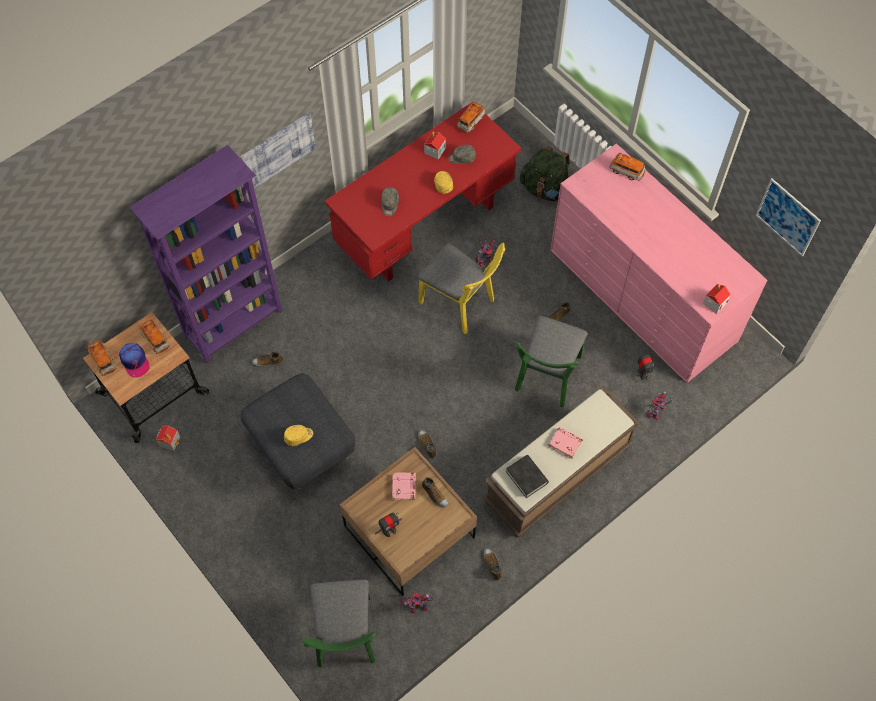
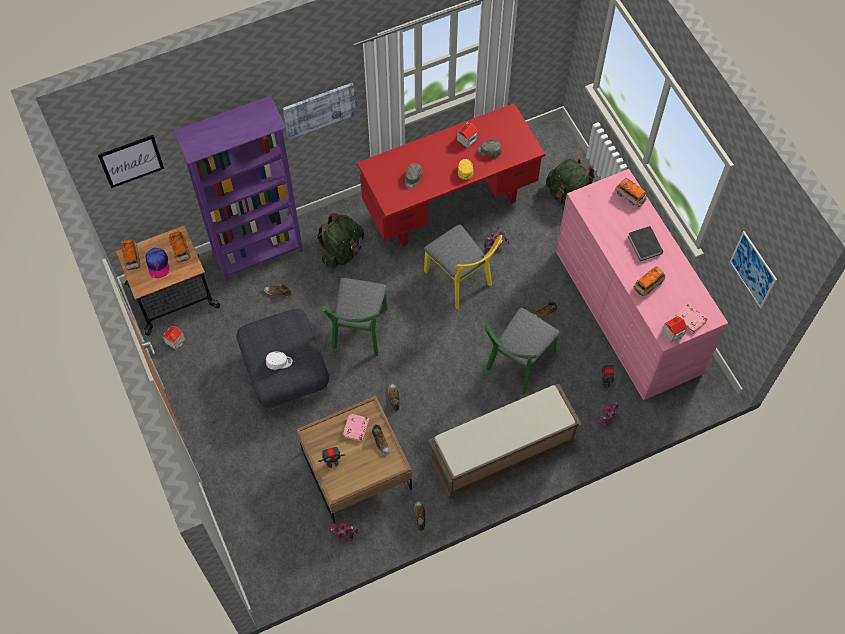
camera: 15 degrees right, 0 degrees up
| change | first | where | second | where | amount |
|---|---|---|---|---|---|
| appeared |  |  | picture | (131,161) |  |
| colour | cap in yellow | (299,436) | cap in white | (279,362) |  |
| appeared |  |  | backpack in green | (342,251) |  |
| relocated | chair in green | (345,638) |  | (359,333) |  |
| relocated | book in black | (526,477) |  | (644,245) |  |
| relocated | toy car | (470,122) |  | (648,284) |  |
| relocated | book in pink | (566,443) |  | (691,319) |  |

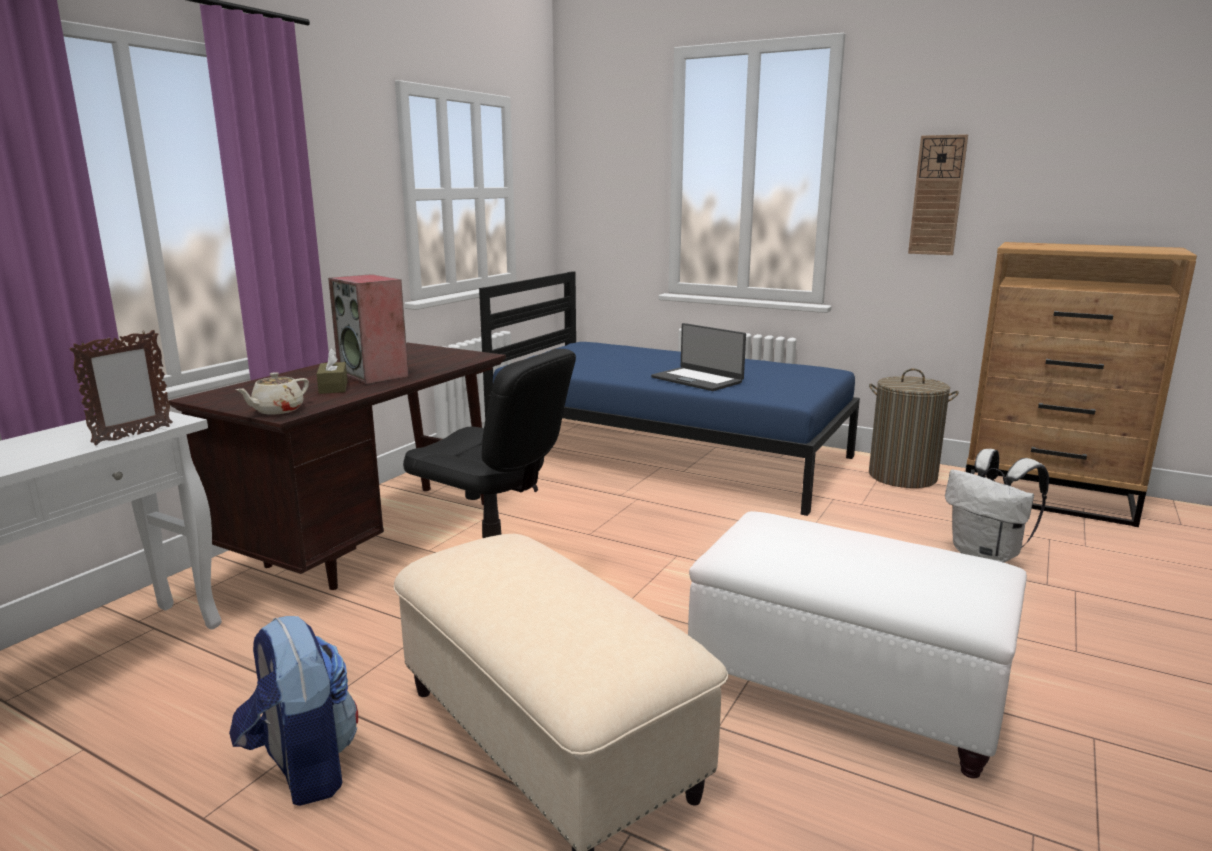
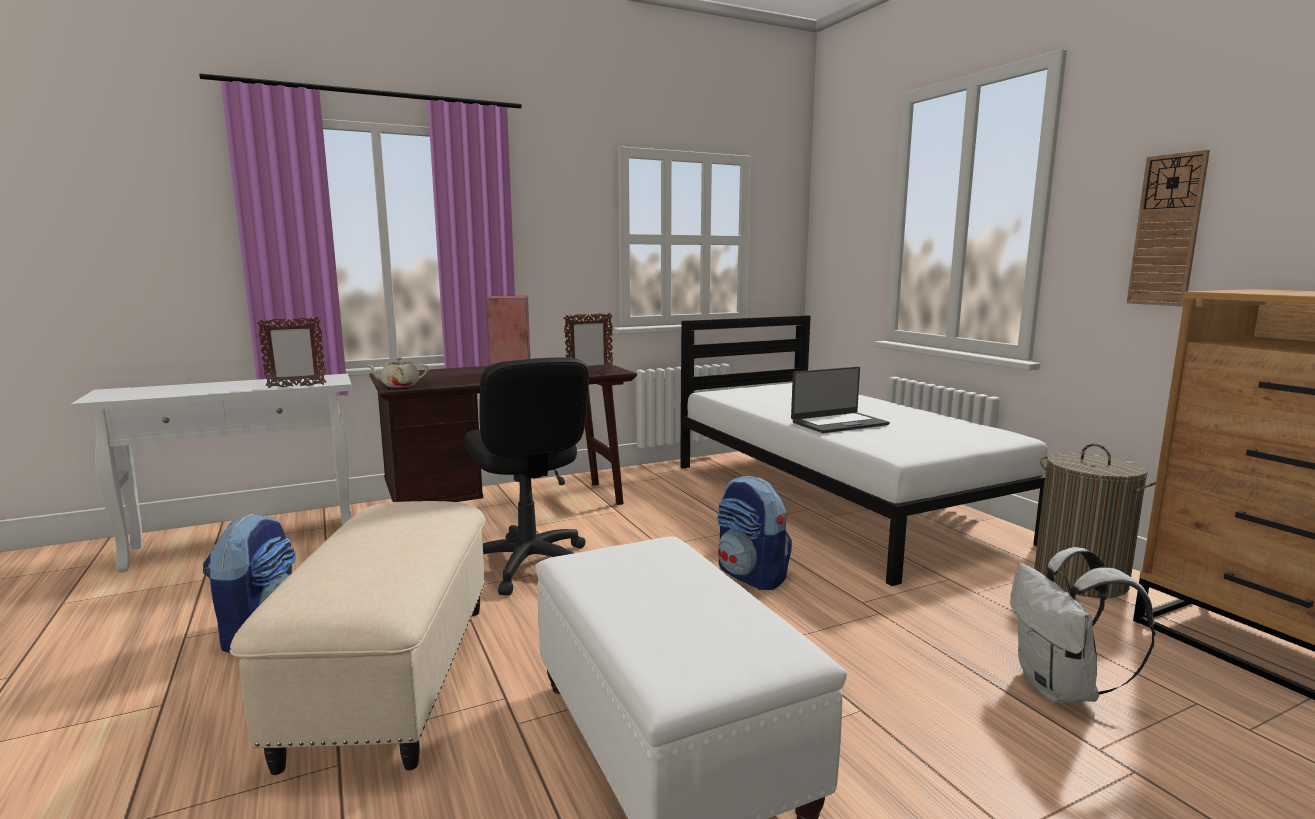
camera: 35 degrees right, 5 degrees down
| change | first | where | second | where | amount |
|---|---|---|---|---|---|
| appeared |  |  | picture frame | (589,374) |  |
| colour | bed in blue | (669,454) | bed in white | (835,500) |  |
| appeared |  |  | backpack | (751,576) |  |
| spun | laptop | (697,380) |  | (838,423) | 105 degrees counterclockwise |
| missing | tissue box in brown | (333,387) |  |  |  |

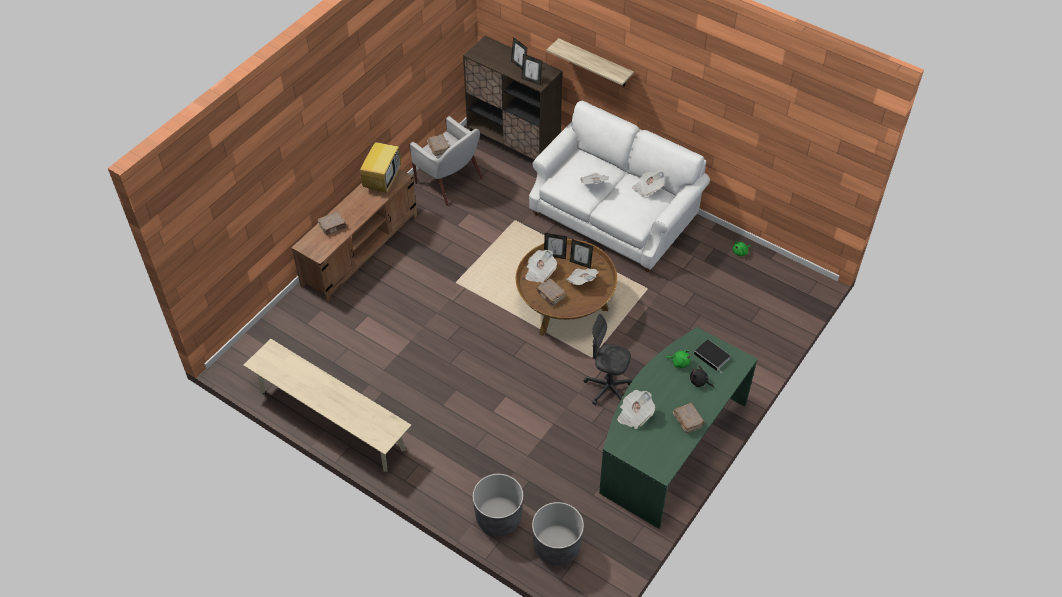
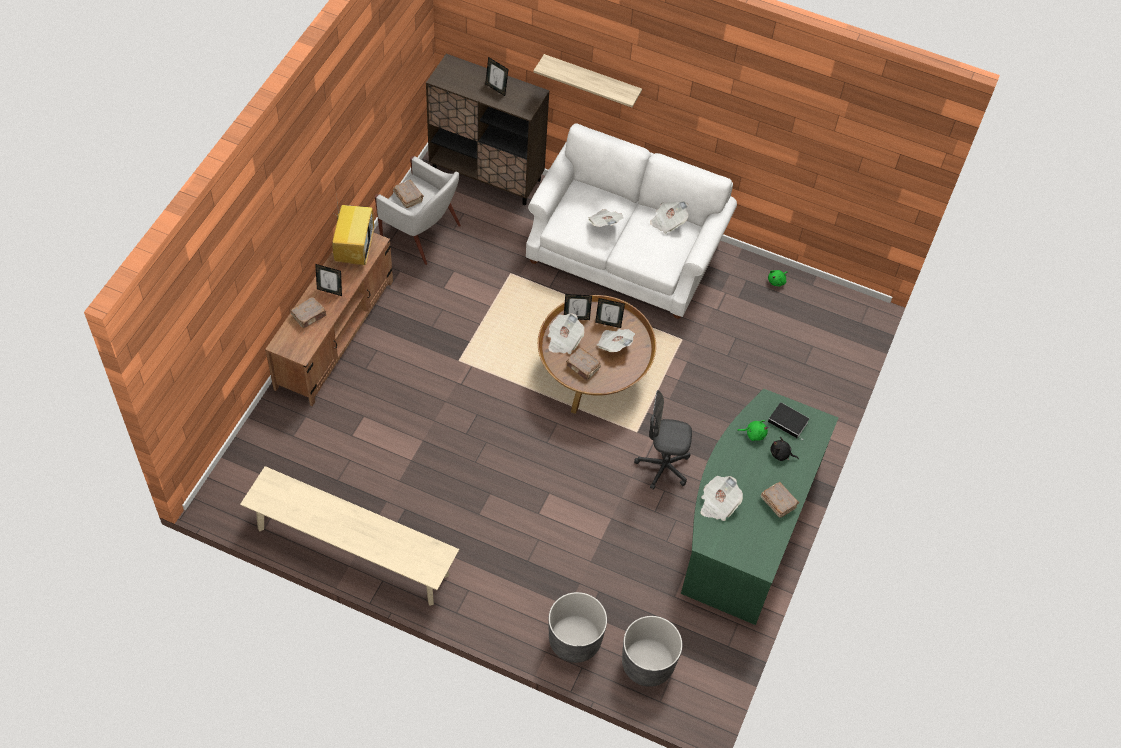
camera: 15 degrees left, 5 degrees up
| change | first | where | second | where | amount |
|---|---|---|---|---|---|
| relocated | picture frame | (531,80) |  | (330,291) |  |

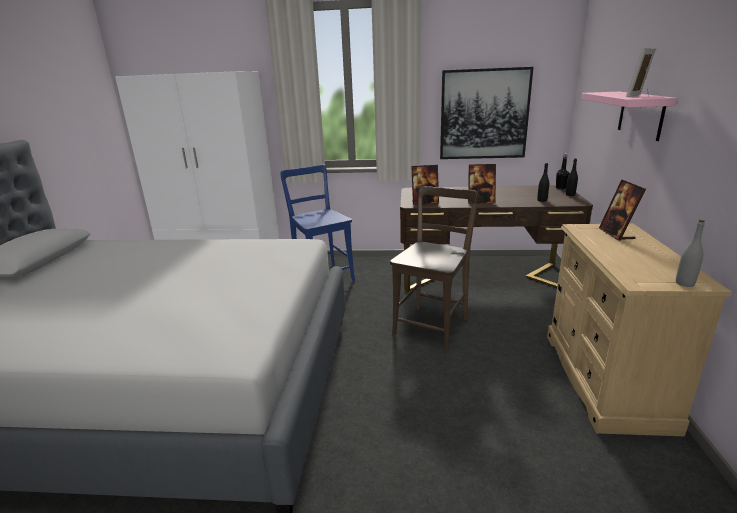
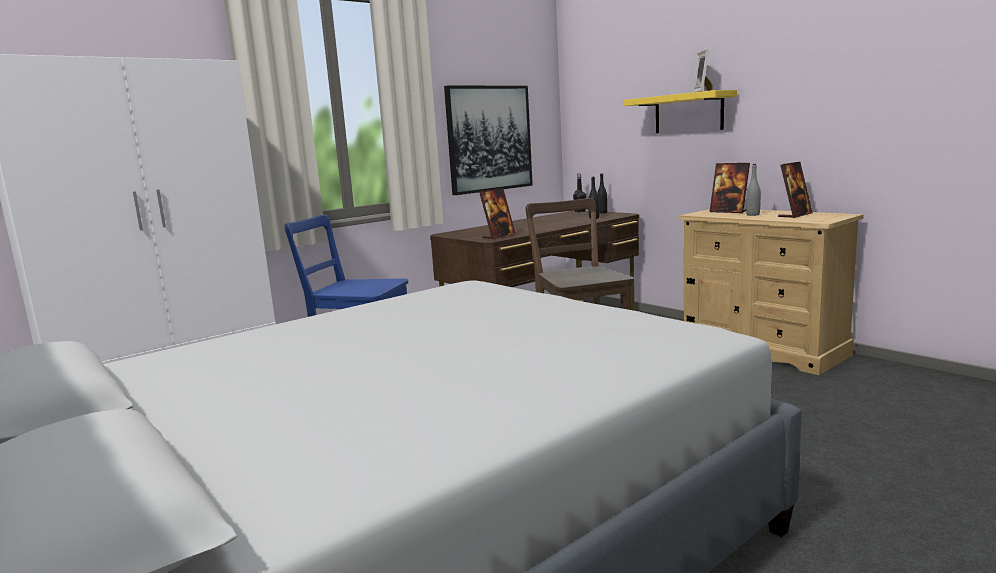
camera: 45 degrees left, 10 degrees down
| change | first | where | second | where | amount |
|---|---|---|---|---|---|
| colour | shelf in pink | (641,114) | shelf in yellow | (688,113) |  |
| relocated | bottle in grey | (684,283) |  | (753,215) |  |
| relocated | picture frame | (480,202) |  | (795,215) |  |

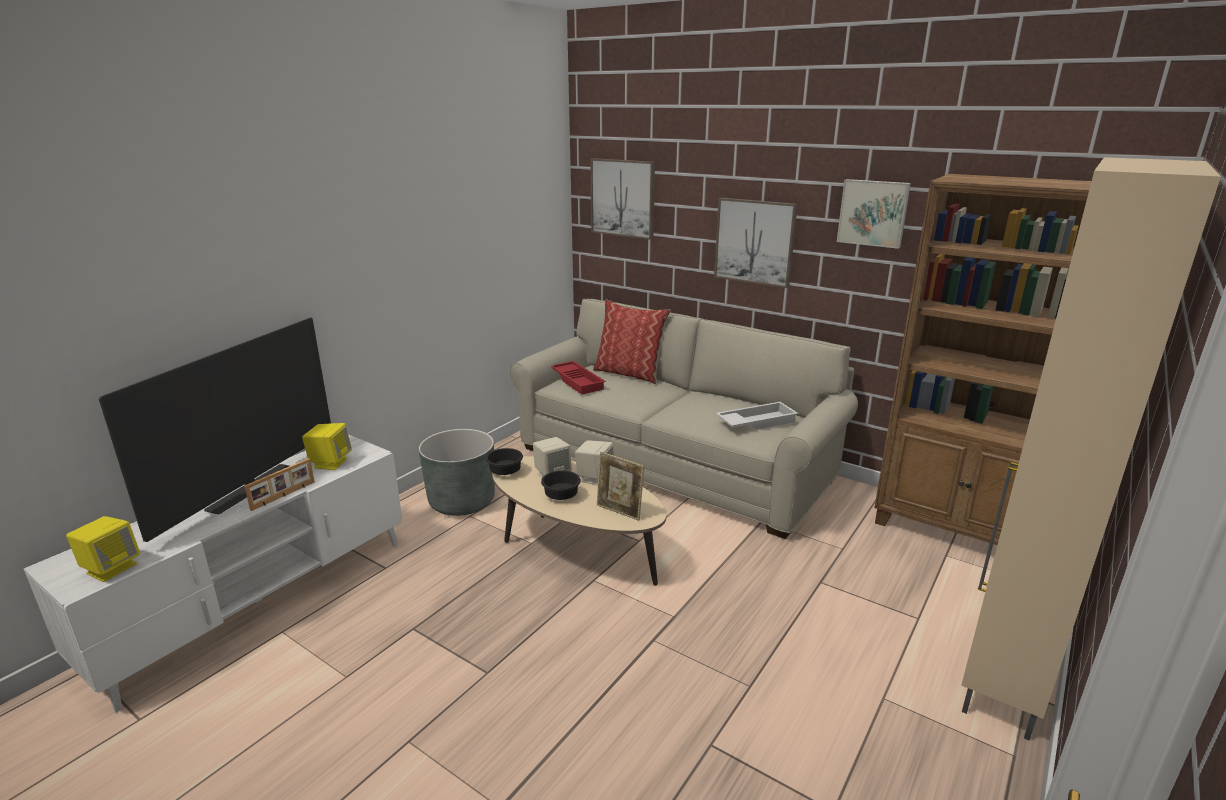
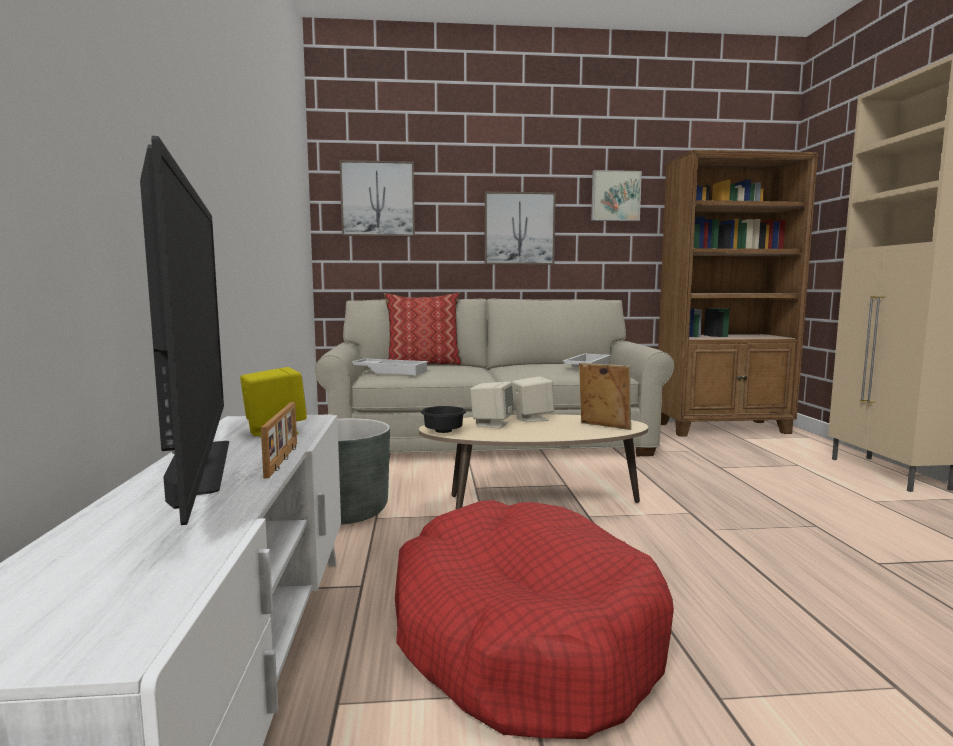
camera: 40 degrees left, 15 degrees down
| change | first | where | second | where | amount |
|---|---|---|---|---|---|
| colour | tray in red | (578,381) | tray in white | (390,371) |  |
| appeared |  |  | dog bed in red | (522,637) |  |
| spun | picture frame | (619,512) |  | (603,427) | 135 degrees counterclockwise |
| missing | speaker in yellow | (111,568) |  |  |  |
| missing | bowl in black | (562,496) |  |  |  |

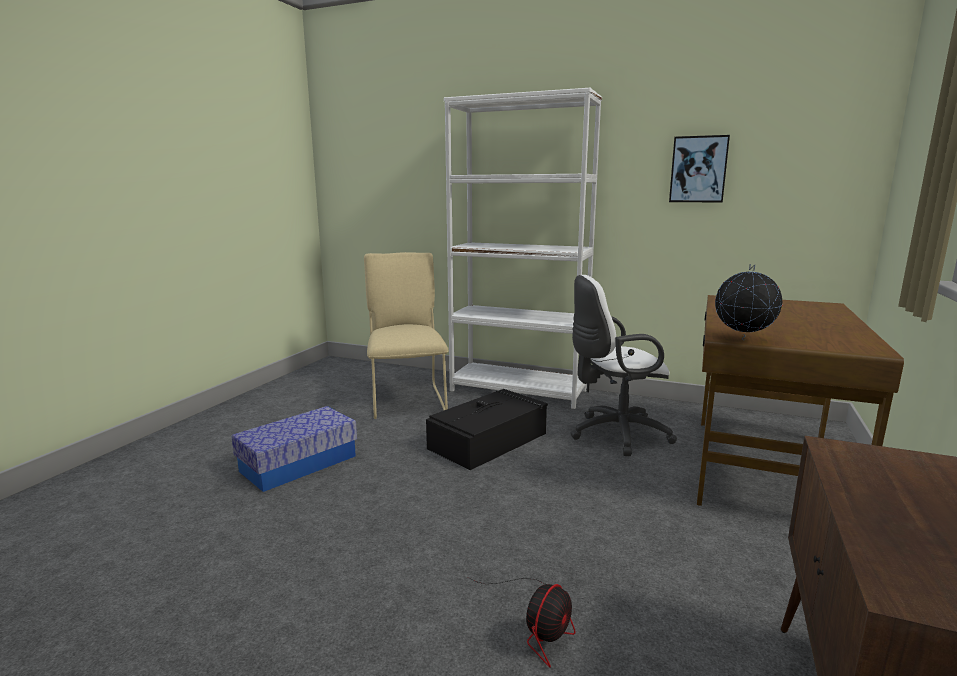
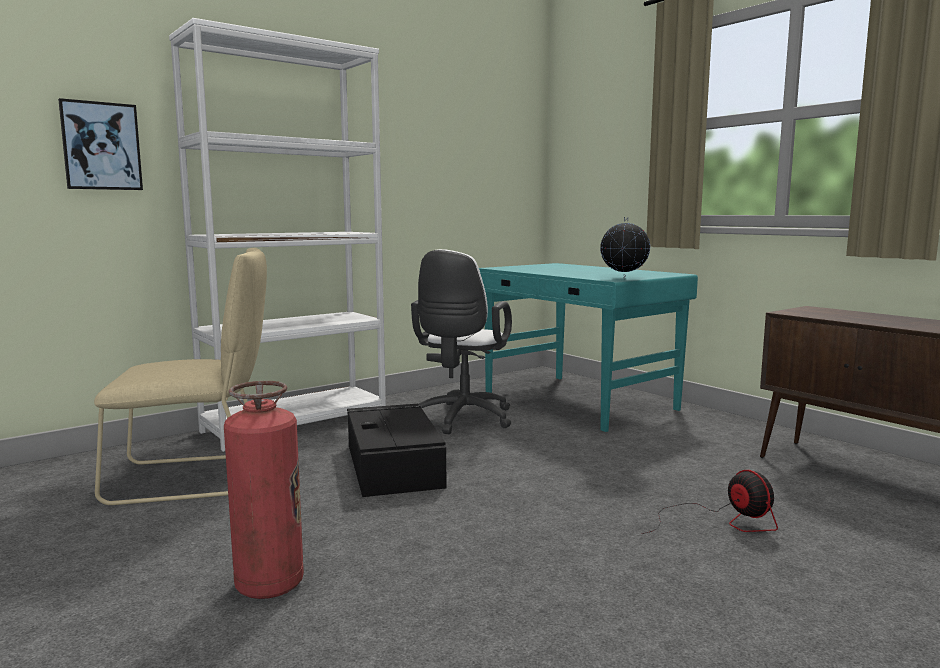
camera: 60 degrees left, 5 degrees down
| change | first | where | second | where | amount |
|---|---|---|---|---|---|
| relocated | picture | (698,169) |  | (101,146) |  |
| spun | chair in beige | (407,399) |  | (196,478) | 150 degrees clockwise |
| exchanged | storage box | (298,463) | fire extinguisher | (269,584) |  |
| colour | desk in brown | (763,469) | desk in turquoise | (578,401) |  |

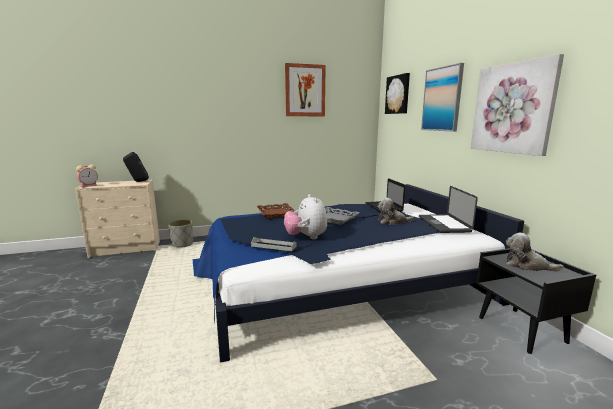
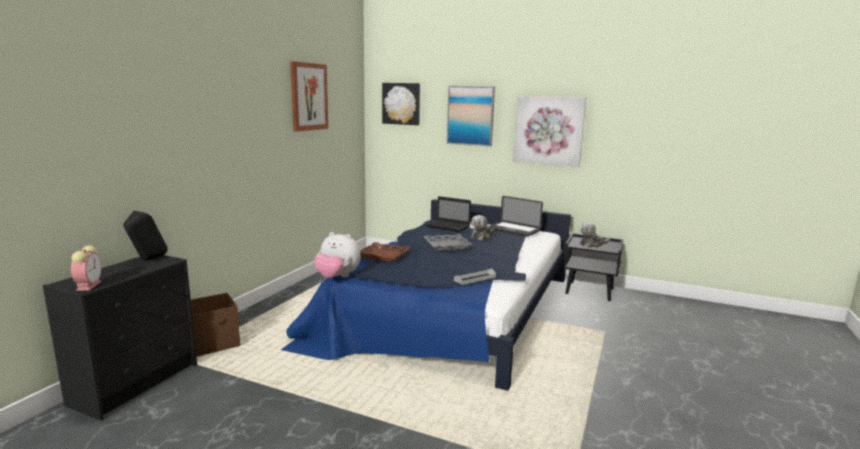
camera: 50 degrees left, 0 degrees up
| change | first | where | second | where | amount |
|---|---|---|---|---|---|
| colour | dresser in beige | (127,249) | dresser in black | (137,383) |  |
| exchanged | planter in grey | (182,244) | storage box in brown | (214,344) |  |
| relocated | plush toy | (306,237) |  | (337,277) |  |

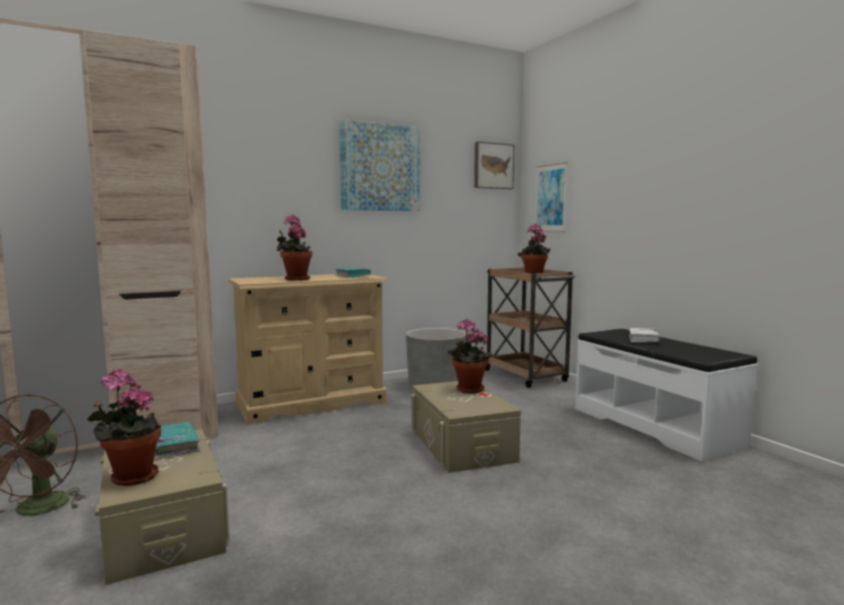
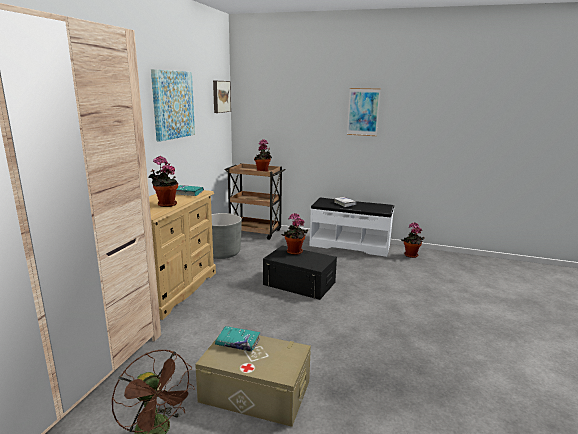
camera: 45 degrees left, 10 degrees up
| change | first | where | second | where | amount |
|---|---|---|---|---|---|
| colour | storage box in beige | (462,445) | storage box in black | (299,283) |  |
| relocated | picture | (550,198) |  | (363,112) |  |
| relocated | potted plant | (130,478) |  | (411,256) |  |

